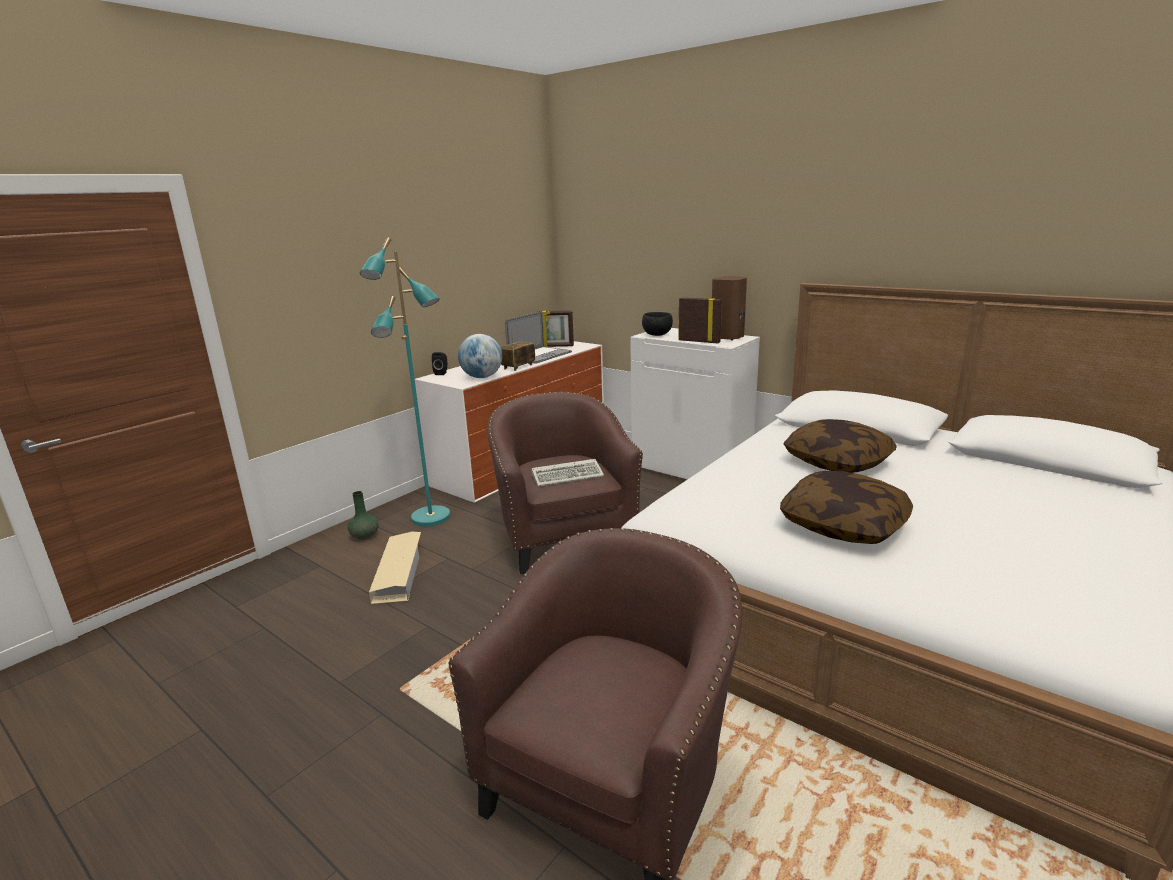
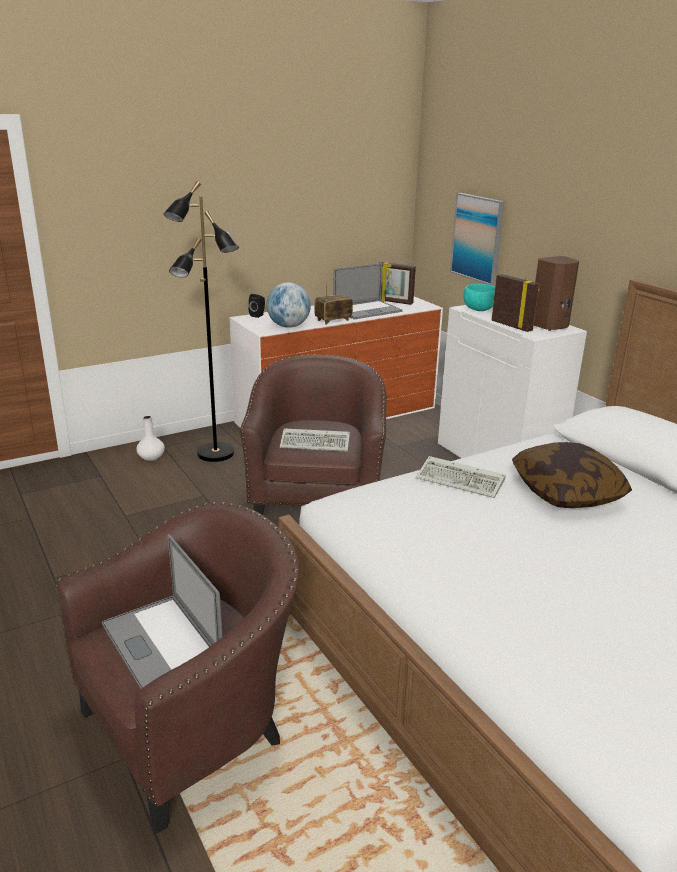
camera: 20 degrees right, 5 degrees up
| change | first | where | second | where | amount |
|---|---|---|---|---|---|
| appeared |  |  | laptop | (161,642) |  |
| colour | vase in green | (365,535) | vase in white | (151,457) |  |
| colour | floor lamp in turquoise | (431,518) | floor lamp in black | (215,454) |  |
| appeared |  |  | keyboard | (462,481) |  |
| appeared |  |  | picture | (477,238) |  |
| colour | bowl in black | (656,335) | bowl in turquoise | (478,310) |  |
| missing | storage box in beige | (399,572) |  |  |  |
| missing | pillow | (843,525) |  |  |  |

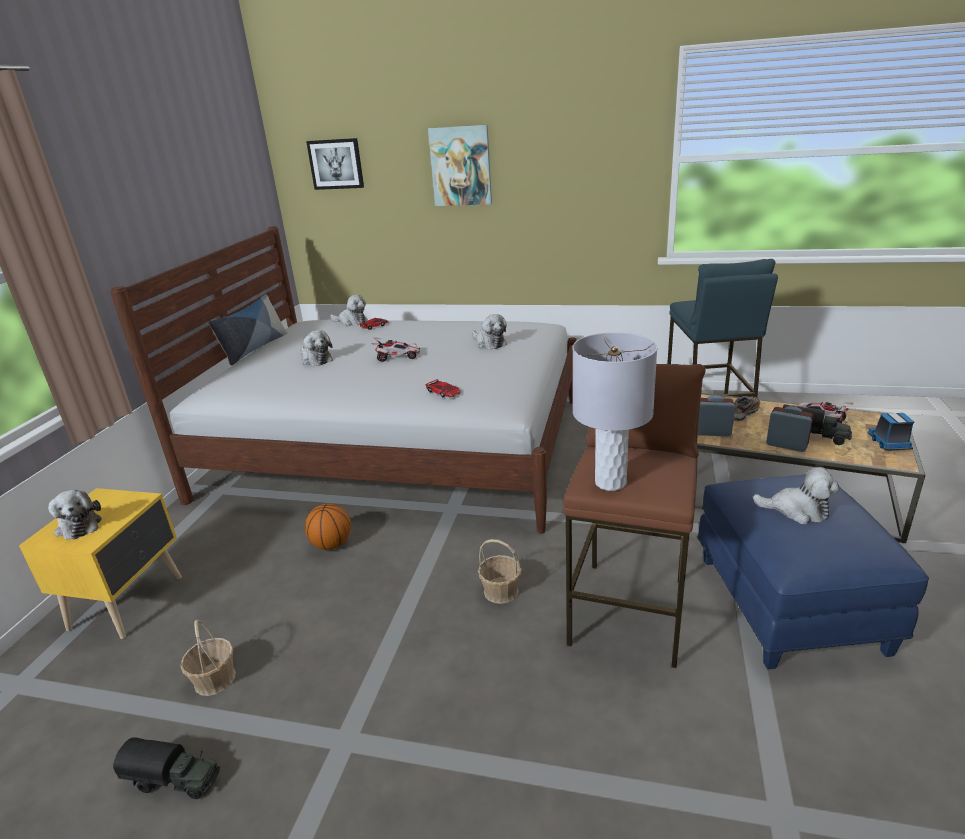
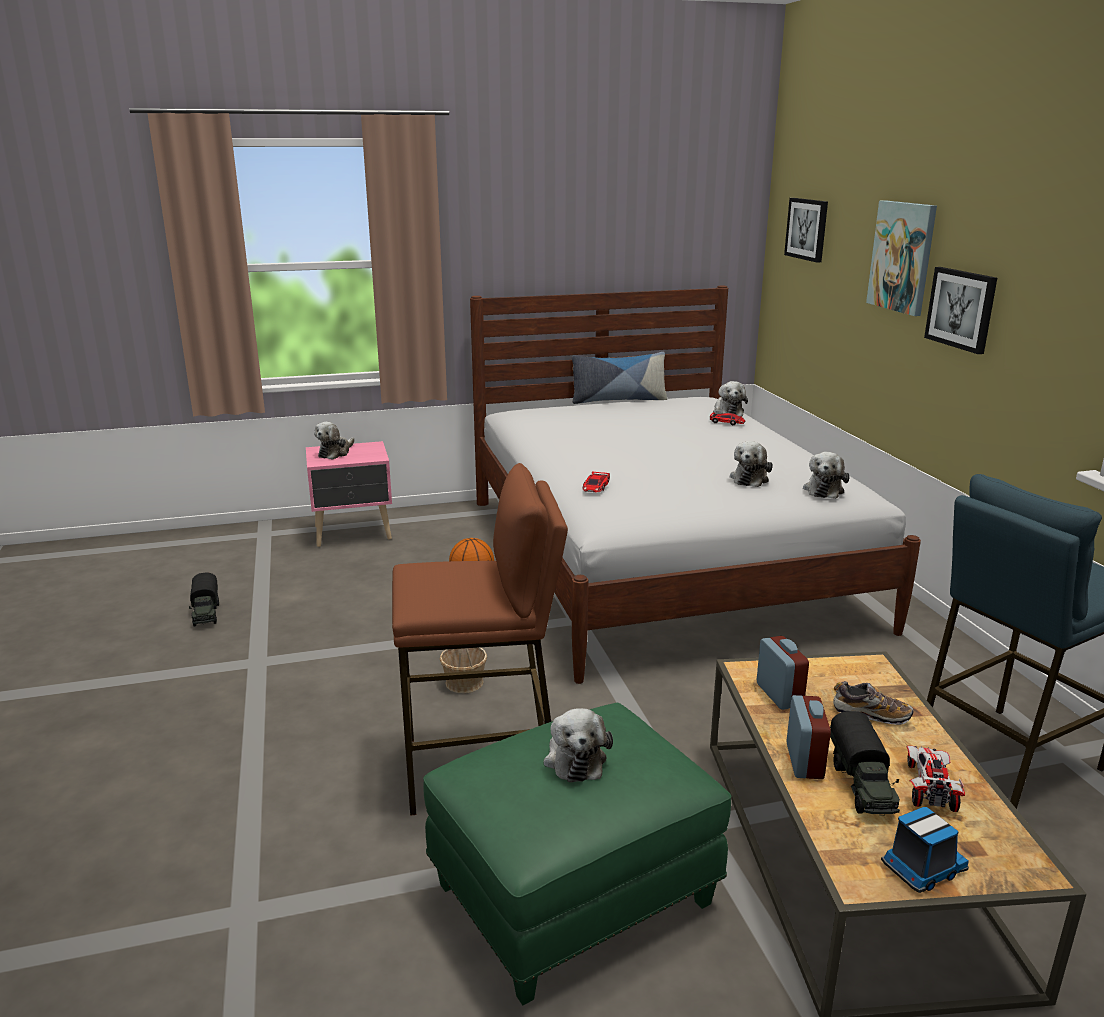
camera: 60 degrees right, 5 degrees down
| change | first | where | second | where | amount |
|---|---|---|---|---|---|
| colour | nightstand in yellow | (130,602) | nightstand in pink | (354,533) |  |
| colour | ottoman in blue | (786,602) | ottoman in green | (574,892) |  |
| relocated | plush toy | (316,359) |  | (824,489) |  |
| appeared |  |  | picture | (961,309) |  |
| missing | basket | (214,679) |  |  |  |
| missing | toy car | (397,357) |  |  |  |
| missing | table lamp in grey | (610,482) |  |  |  |

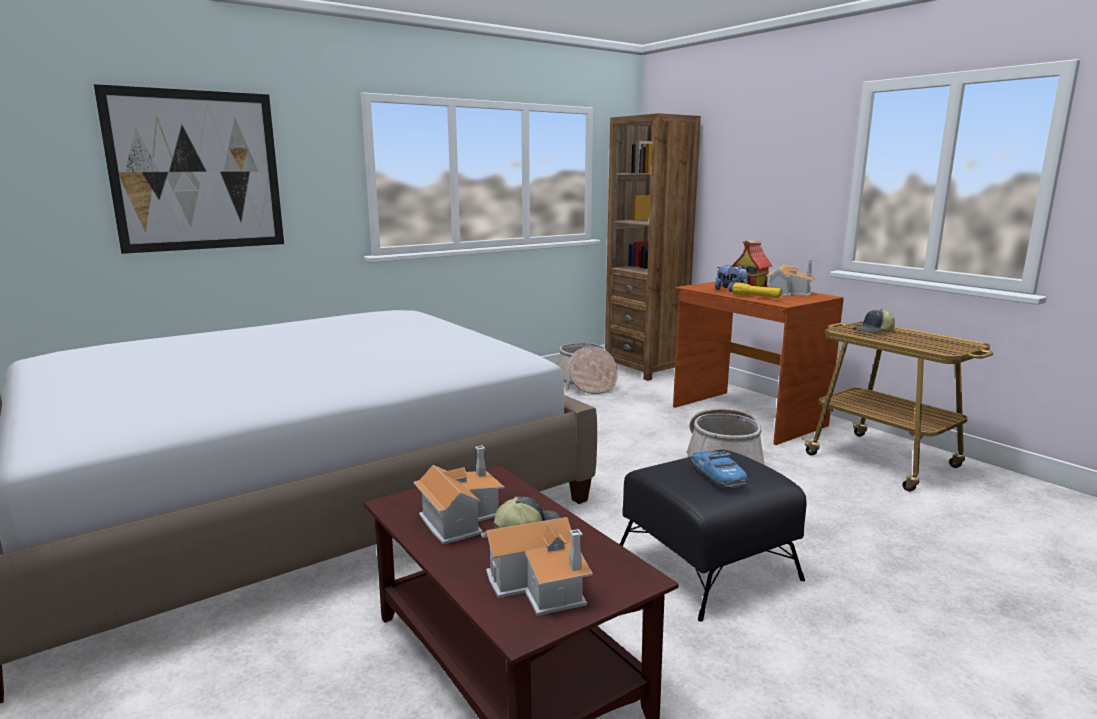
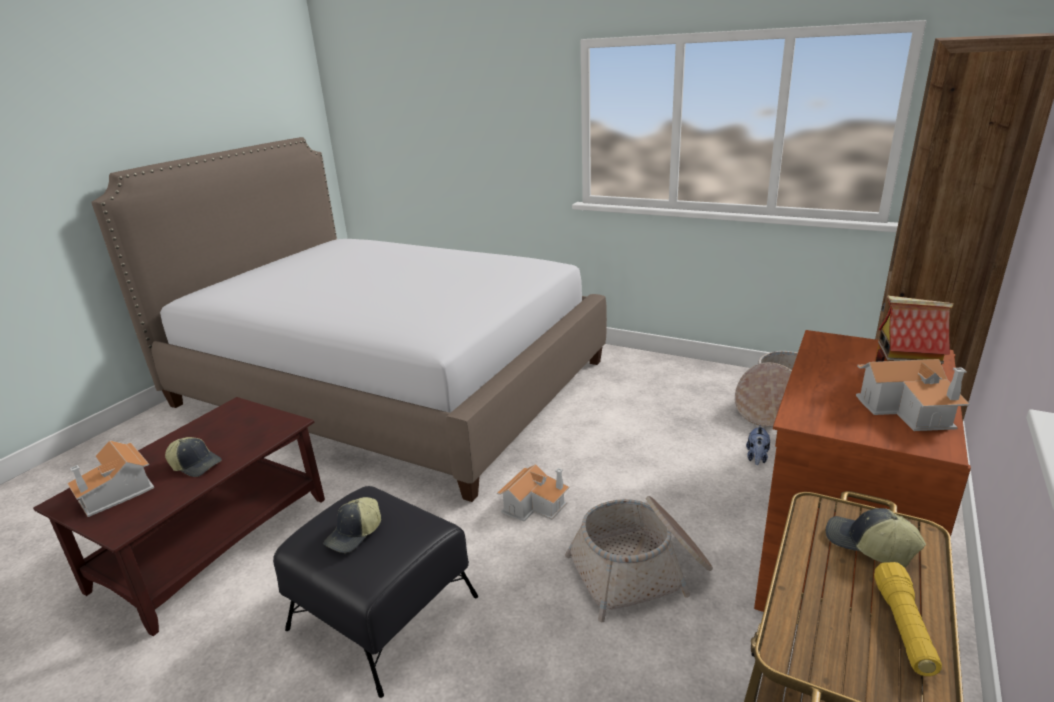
camera: 65 degrees right, 10 degrees up
| change | first | where | second | where | amount |
|---|---|---|---|---|---|
| exchanged | toy car | (717,475) | cap | (355,534) |  |
| relocated | toy house | (460,517) |  | (535,504) |  |
| relocated | plush toy | (730,290) |  | (757,458) |  |
| relocated | flashlight in yellow | (756,297) |  | (903,627) |  |
| missing | picture | (197,171) |  |  |  |

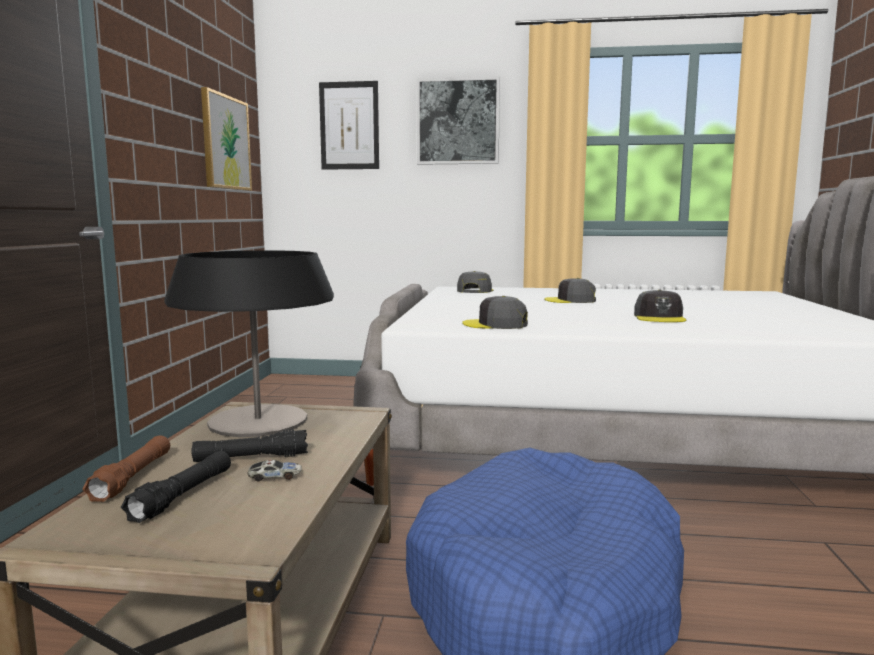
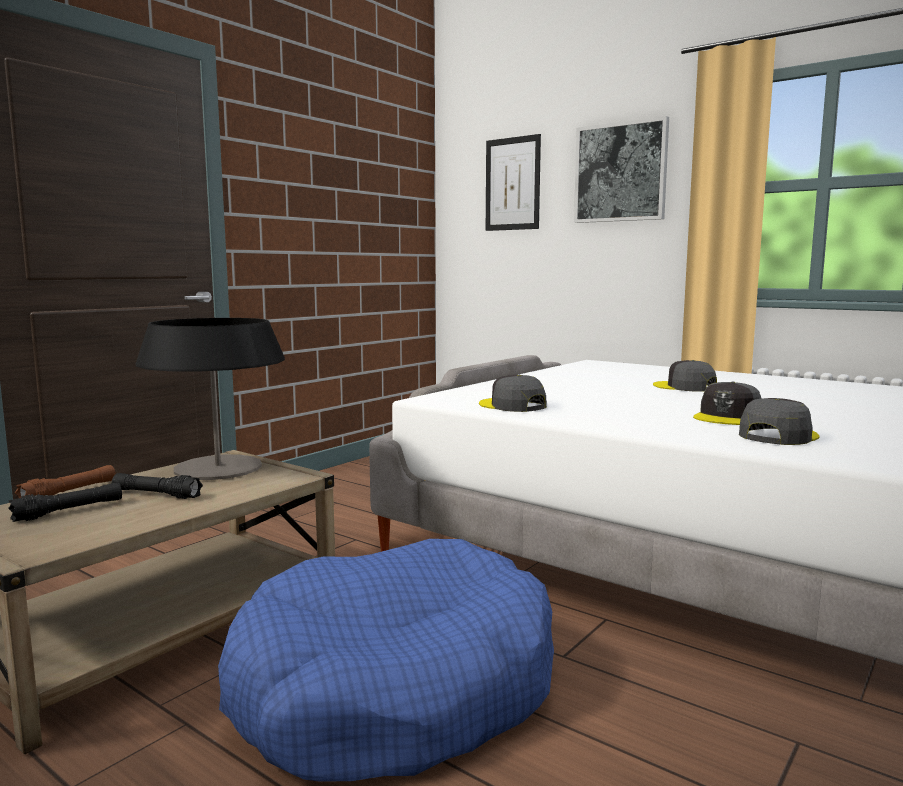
camera: 30 degrees right, 0 degrees up
| change | first | where | second | where | amount |
|---|---|---|---|---|---|
| relocated | cap in grey | (475,291) |  | (777,436) |  |
| missing | picture | (225,143) |  |  |  |
| missing | toy car | (275,477) |  |  |  |

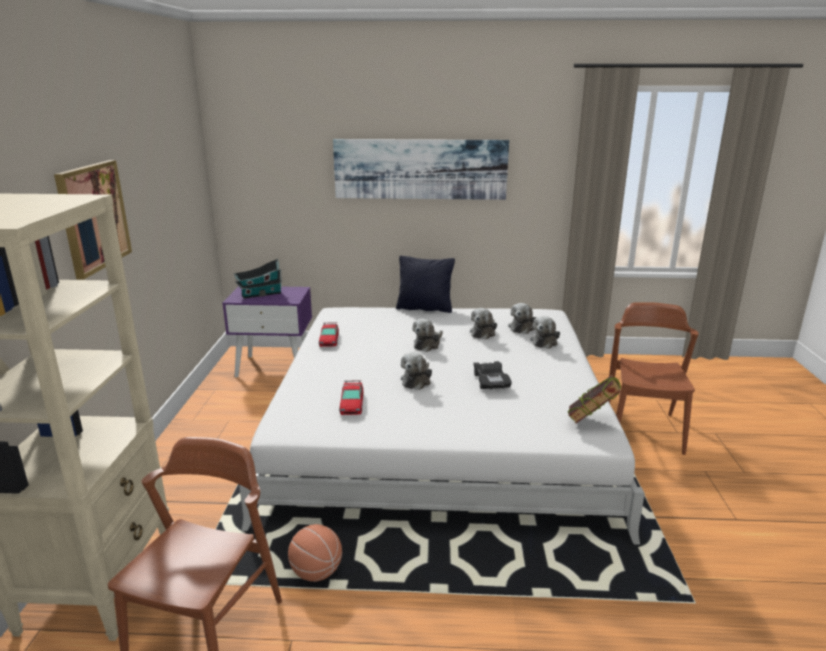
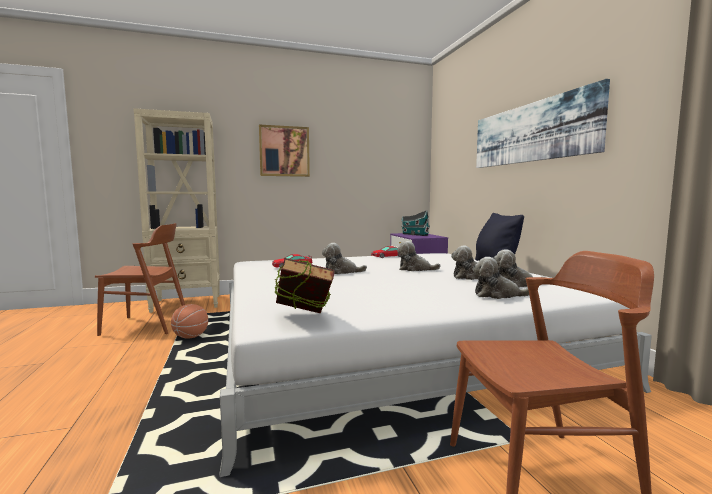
camera: 70 degrees right, 15 degrees down
| change | first | where | second | where | amount |
|---|---|---|---|---|---|
| missing | toy car in black | (491,381) |  |  |  |

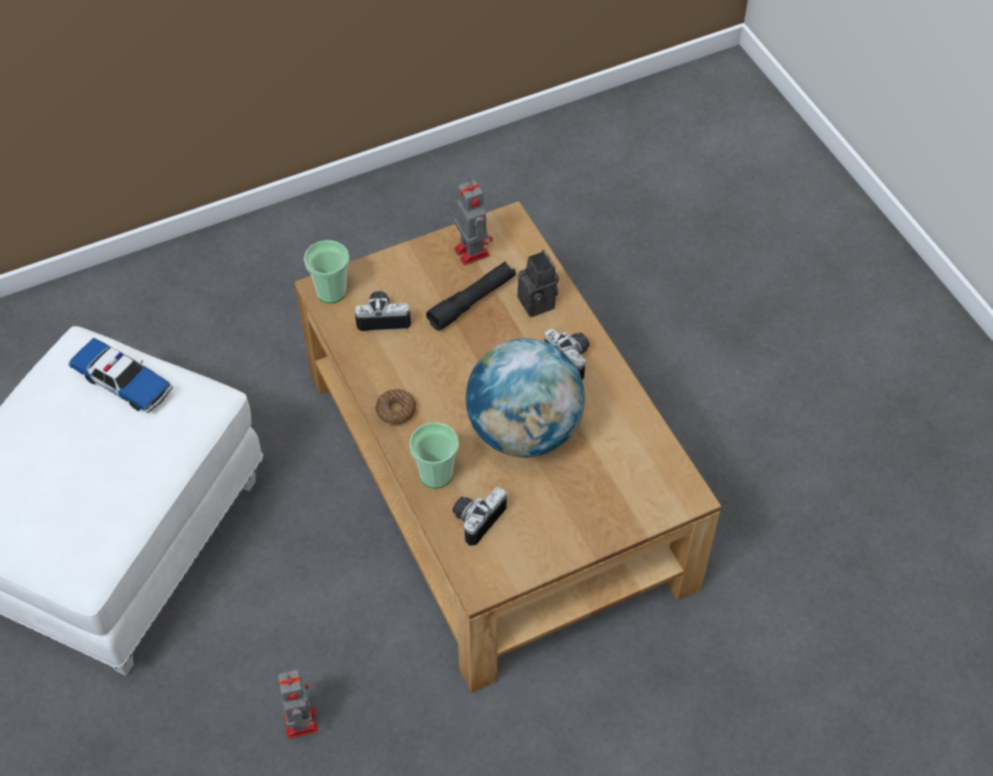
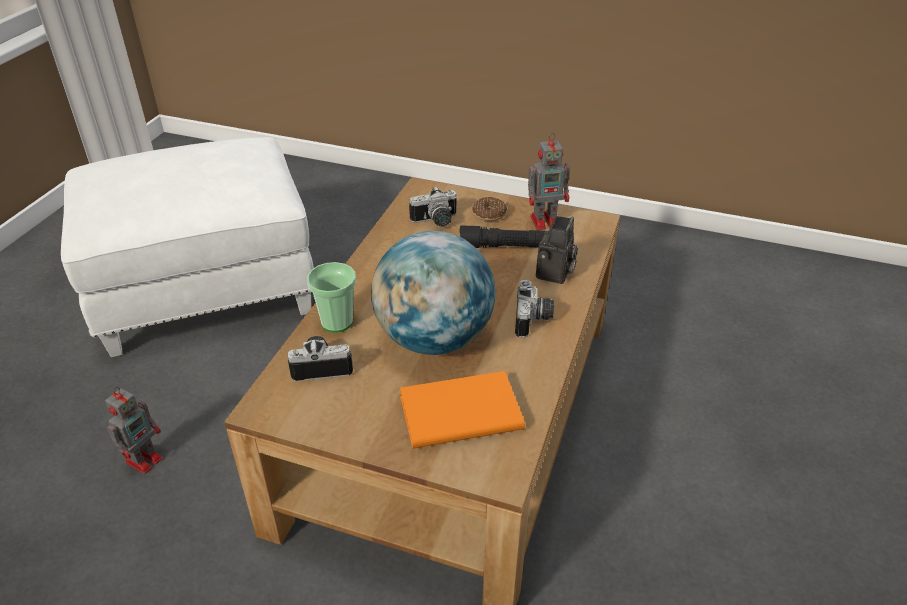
camera: 45 degrees right, 15 degrees down
| change | first | where | second | where | amount |
|---|---|---|---|---|---|
| appeared |  |  | book in orange | (458,411) |  |
| spun | photo camera | (383,317) |  | (436,221) | 120 degrees clockwise |
| relocated | donut | (396,411) |  | (489,214) |  |
| spun | toy robot | (471,251) |  | (546,221) | 60 degrees clockwise |
| missing | toy car | (122,382) |  |  |  |
| missing | cup | (331,292) |  |  |  |

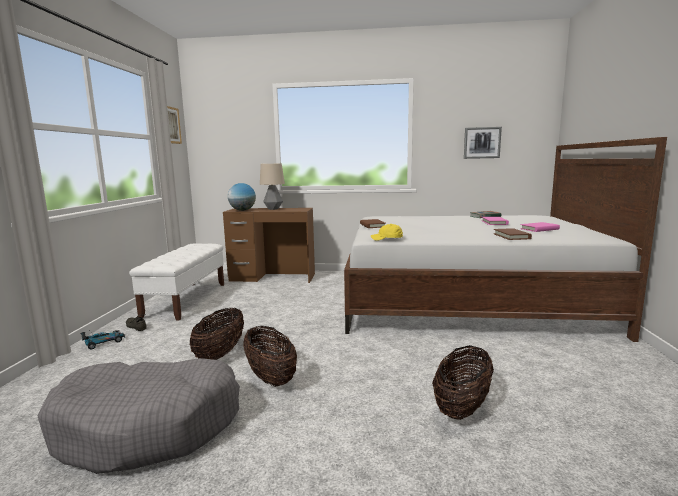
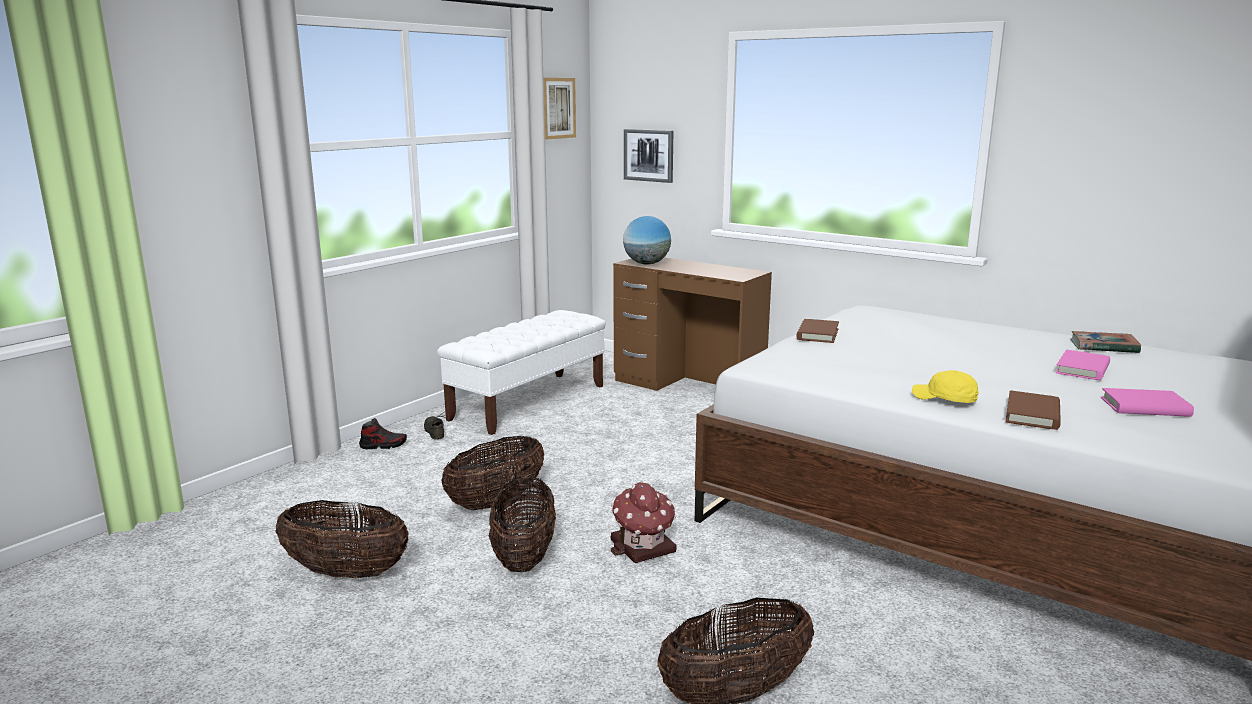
camera: 30 degrees right, 5 degrees up
| change | first | where | second | where | amount |
|---|---|---|---|---|---|
| exchanged | dog bed in grey | (150,426) | basket | (346,573) |  |
| exchanged | toy car | (103,342) | shoe | (383,445) |  |
| appeared |  |  | toy house | (643,547) |  |
| relocated | picture | (482,142) |  | (649,155) |  |
| relocated | cap in yellow | (387,239) |  | (944,399) |  |
| missing | table lamp | (273,209) |  |  |  |

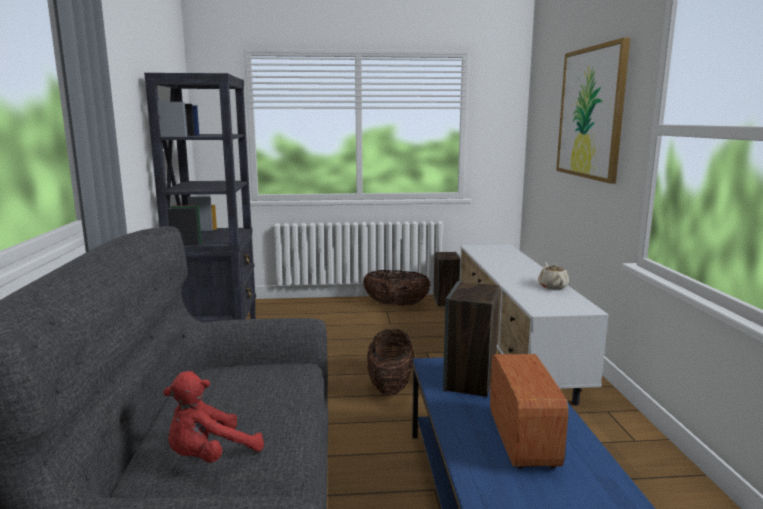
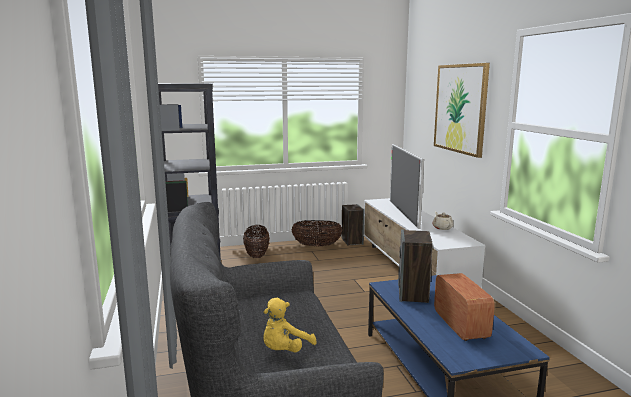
camera: 10 degrees left, 0 degrees up
| change | first | where | second | where | amount |
|---|---|---|---|---|---|
| relocated | basket | (390,386) |  | (256,255) |  |
| colour | plush toy in red | (210,456) | plush toy in yellow | (285,350) |  |
| appeared |  |  | television | (403,213) |  |

